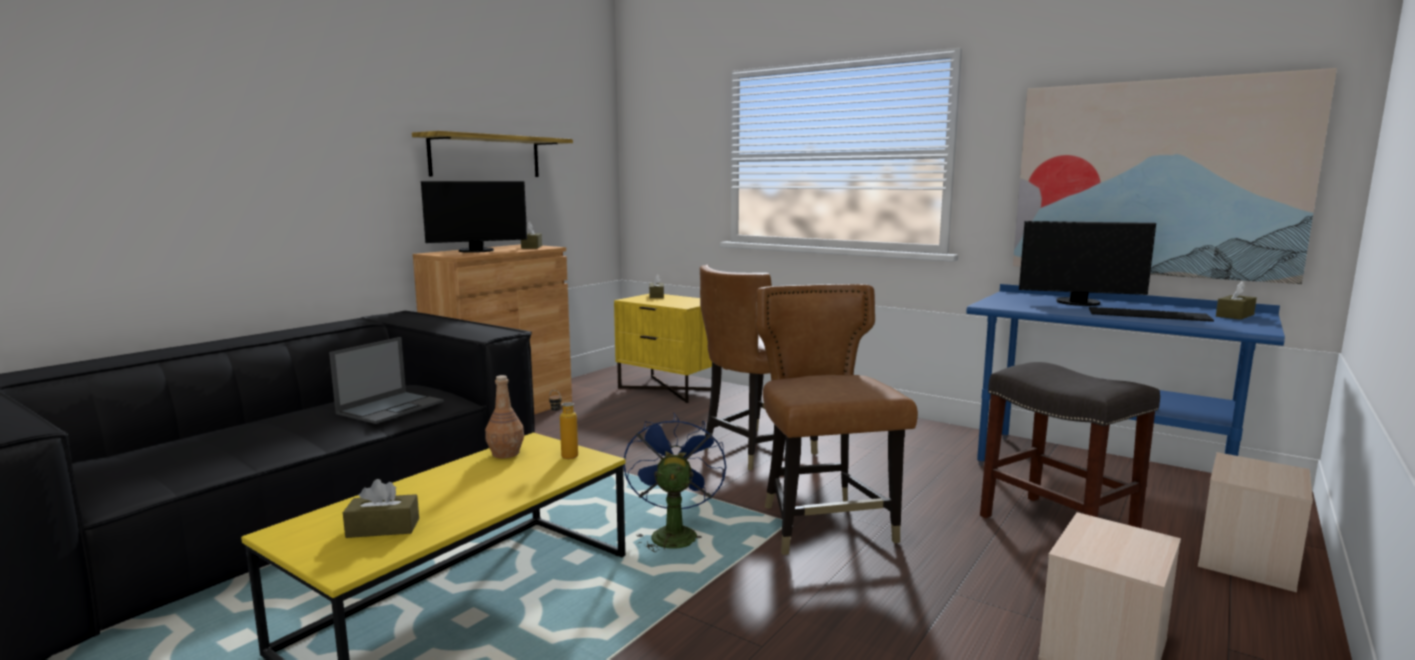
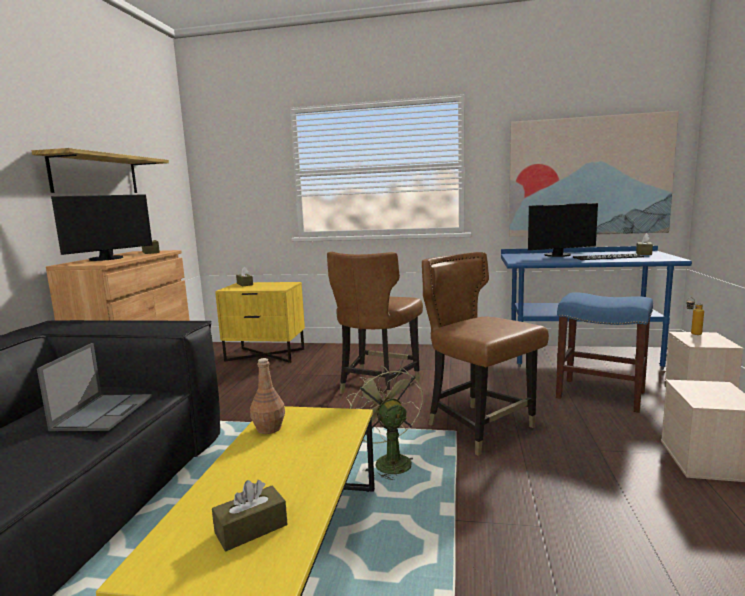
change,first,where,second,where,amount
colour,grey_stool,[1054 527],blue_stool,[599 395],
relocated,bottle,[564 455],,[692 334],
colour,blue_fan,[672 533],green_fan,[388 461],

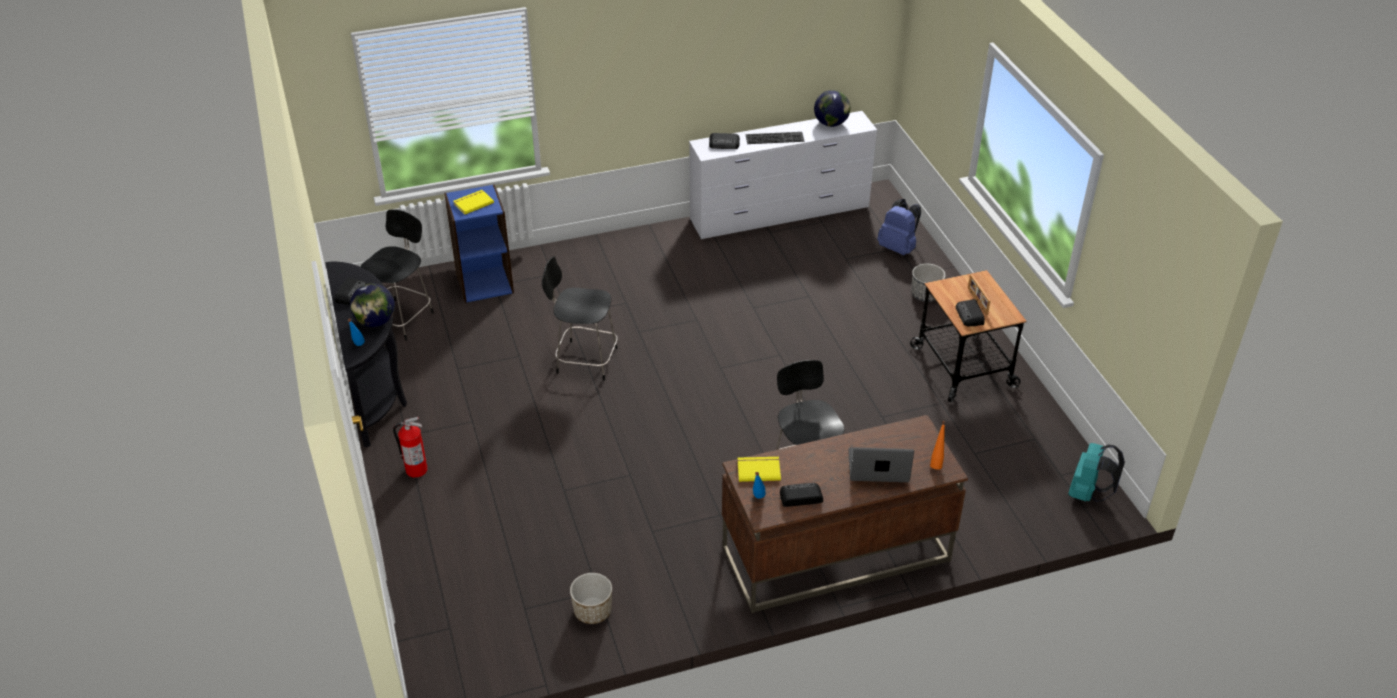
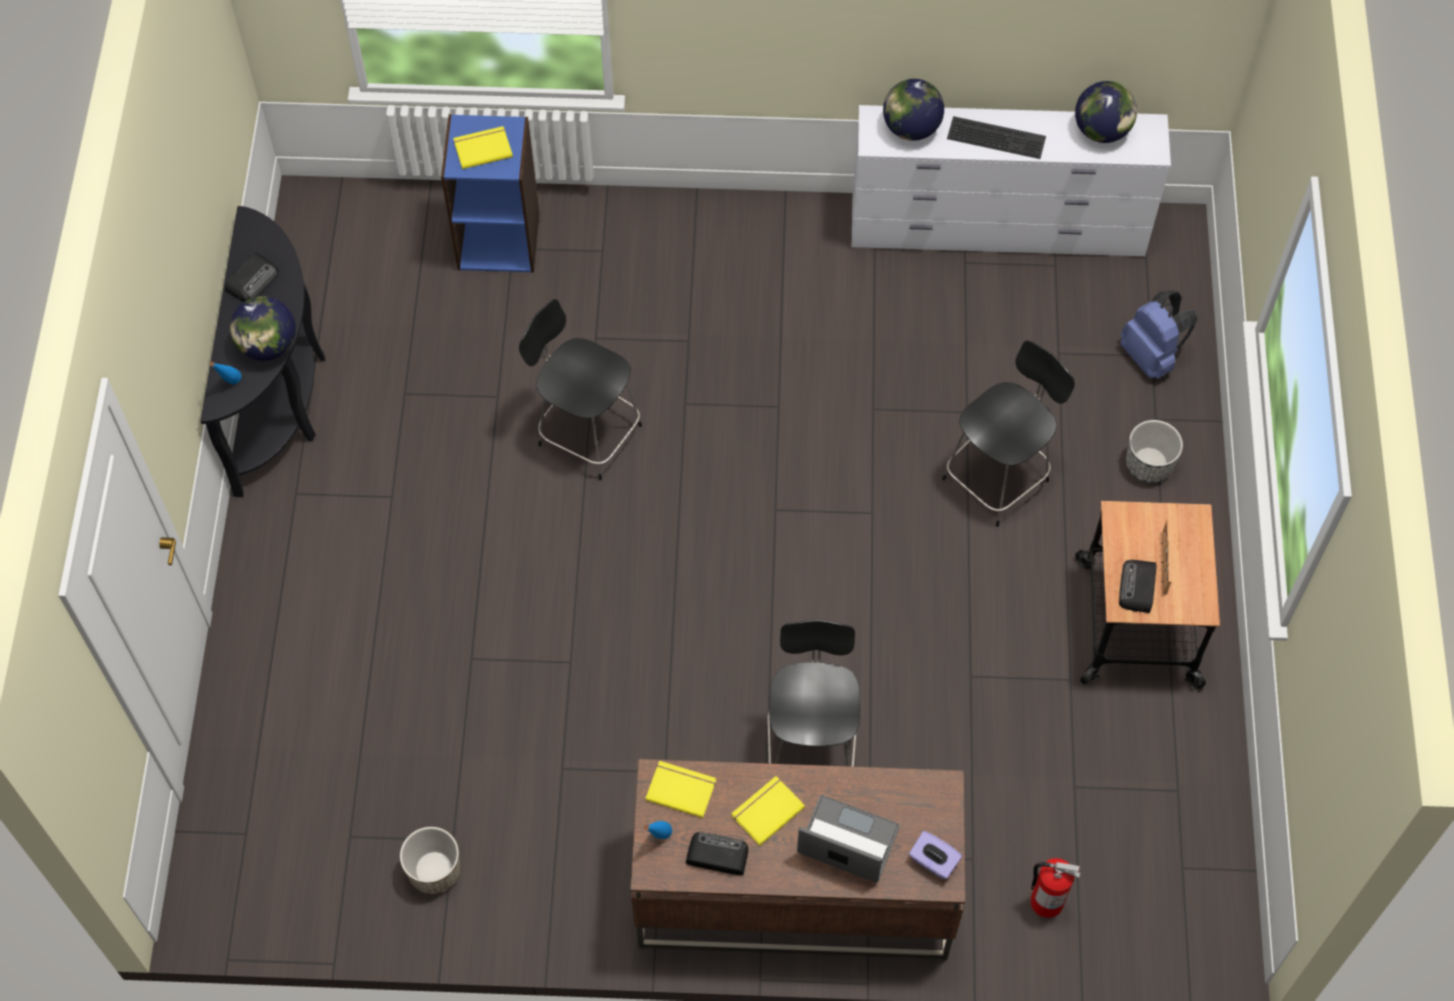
change,first,where,second,where,amount
exchanged,radio,[724 144],globe,[911 128],
relocated,black_chair,[402 318],,[998 477],
relocated,fire_extinguisher,[416 469],,[1046 901],
exchanged,orange_bottle,[936 463],purple_tissue_box,[933 862],
missing,turquoise_backpack,[1088 493],,,
appeared,,,yellow_book,[766 810],

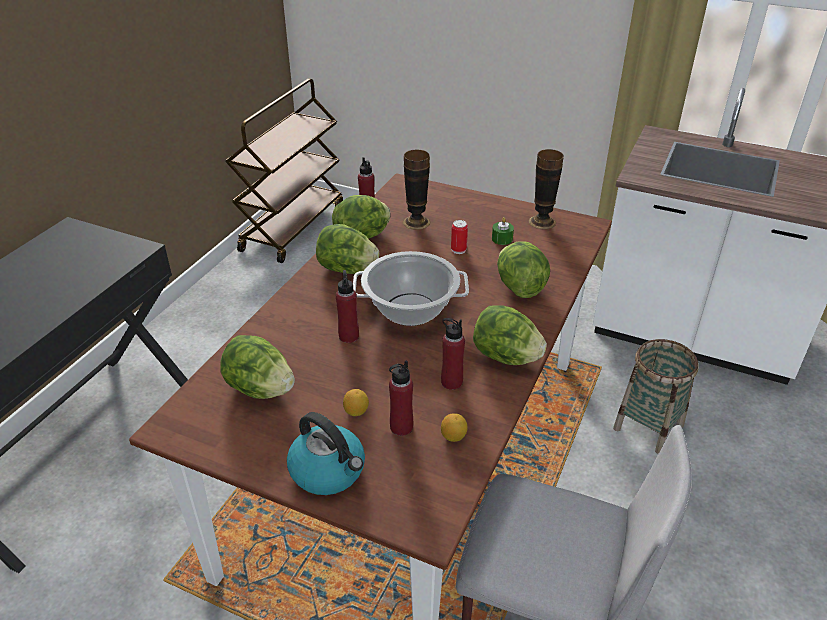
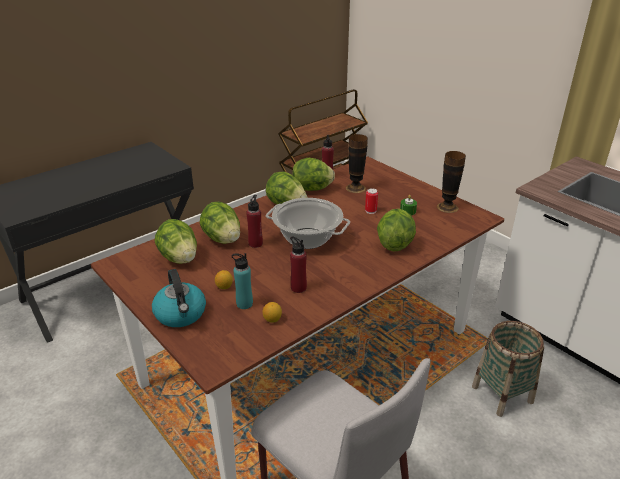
change,first,where,second,where,amount
relocated,lettuce,[506 357],,[222 239],
colour,red_bottle,[401 427],turquoise_bottle,[244 304],

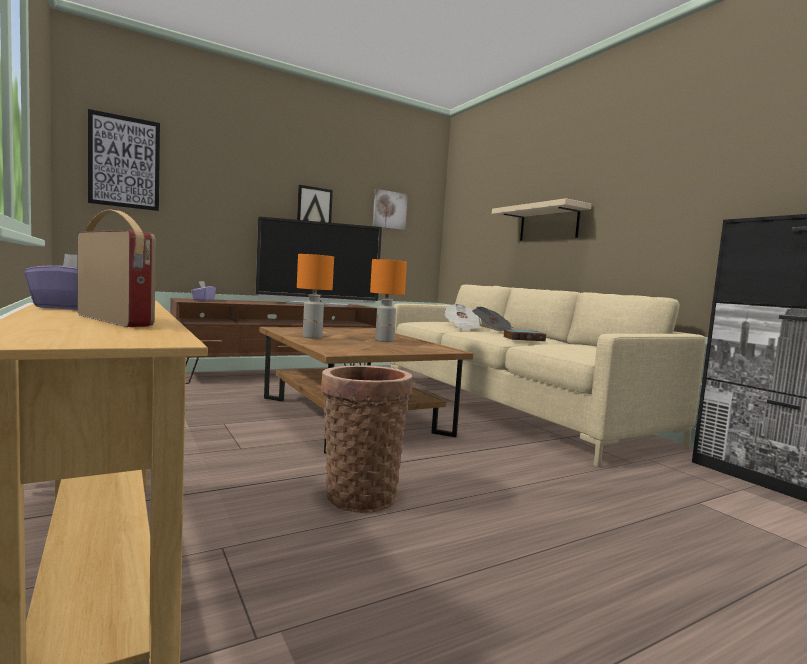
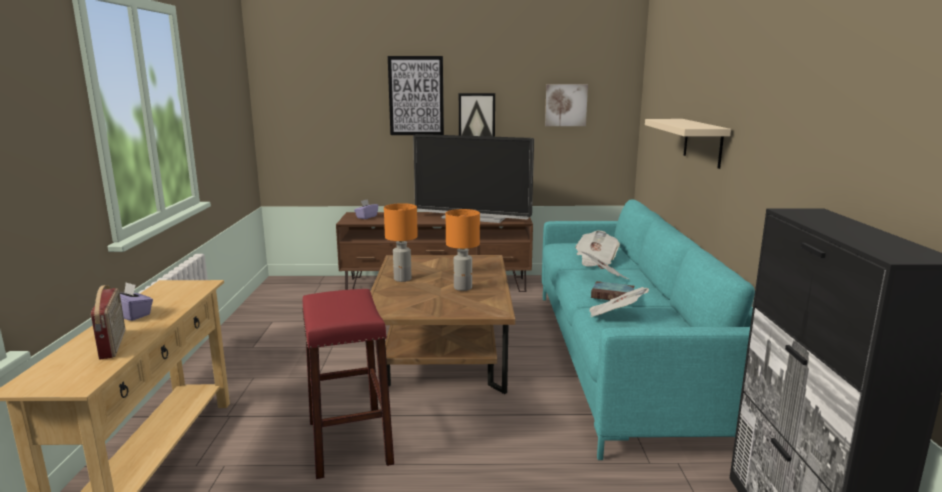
change,first,where,second,where,amount
relocated,picture,[124 162],,[416 96],
colour,beige_sofa,[508 406],turquoise_sofa,[623 358],
exchanged,basket,[360 494],red_stool,[349 442],
appeared,,,newspaper,[615 316],

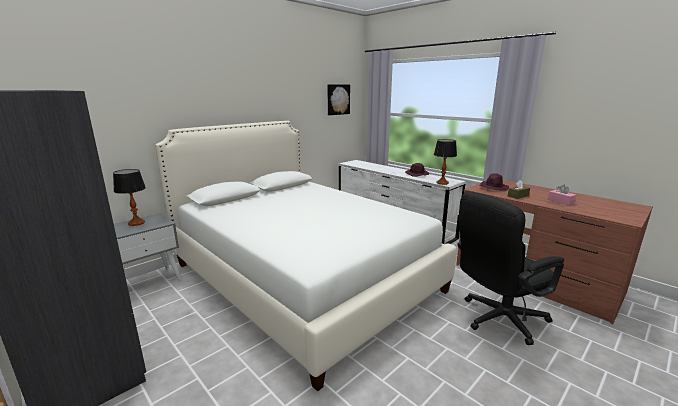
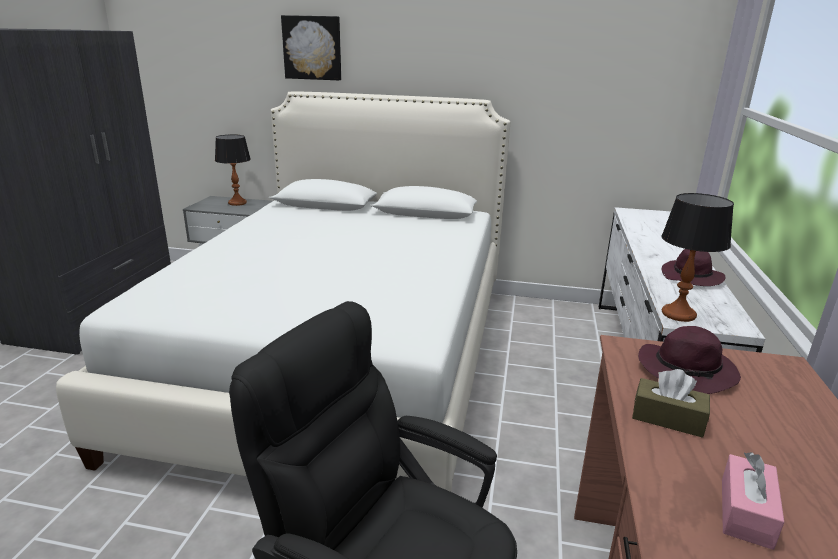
change,first,where,second,where,amount
relocated,picture,[337 99],,[312 48],

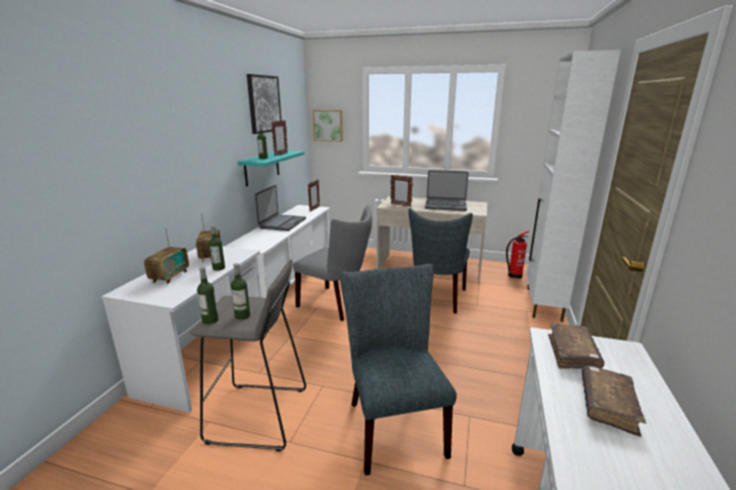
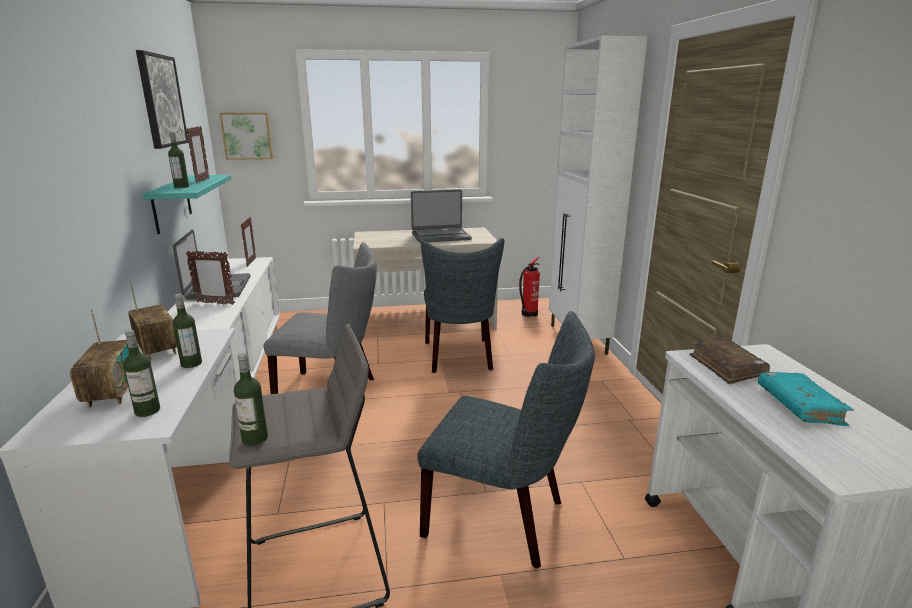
change,first,where,second,where,amount
relocated,picture_frame,[400 205],,[215 303],
relocated,bottle,[242 316],,[147 411],
spun,grey_chair,[392 423],,[503 518],150 degrees clockwise
colour,brown_book,[607 405],turquoise_book,[799 407],

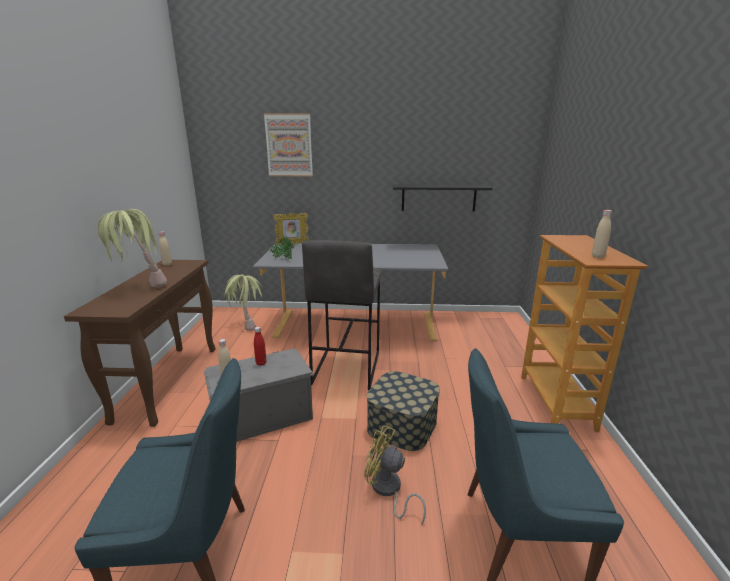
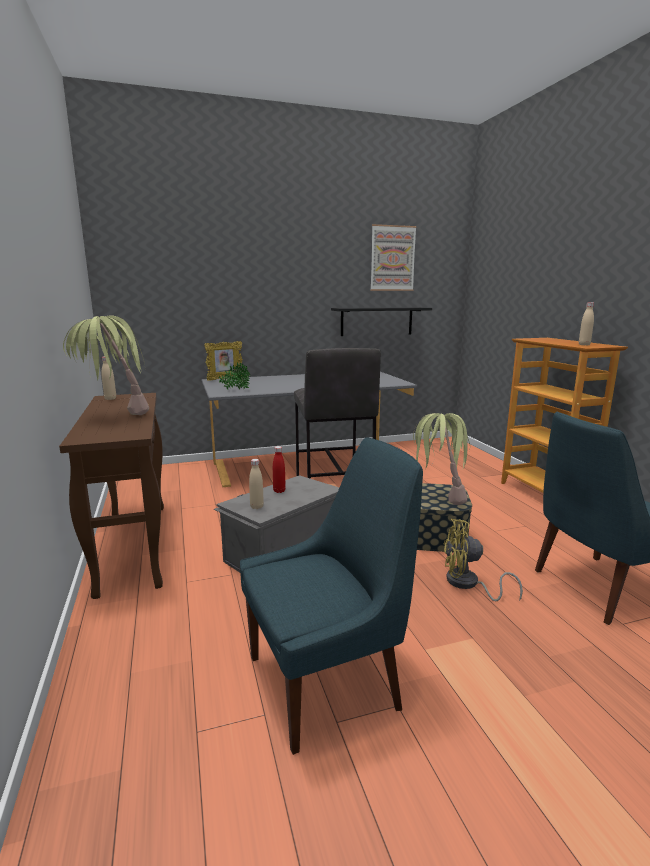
change,first,where,second,where,amount
relocated,picture,[289 145],,[392 258],
relocated,potted_plant,[247 325],,[437 498],

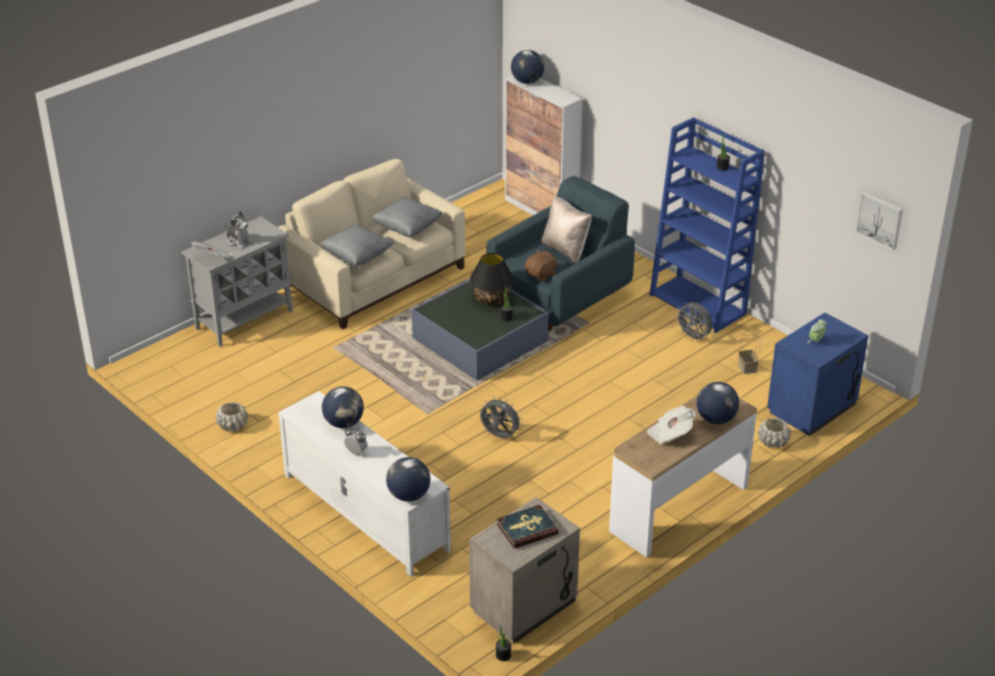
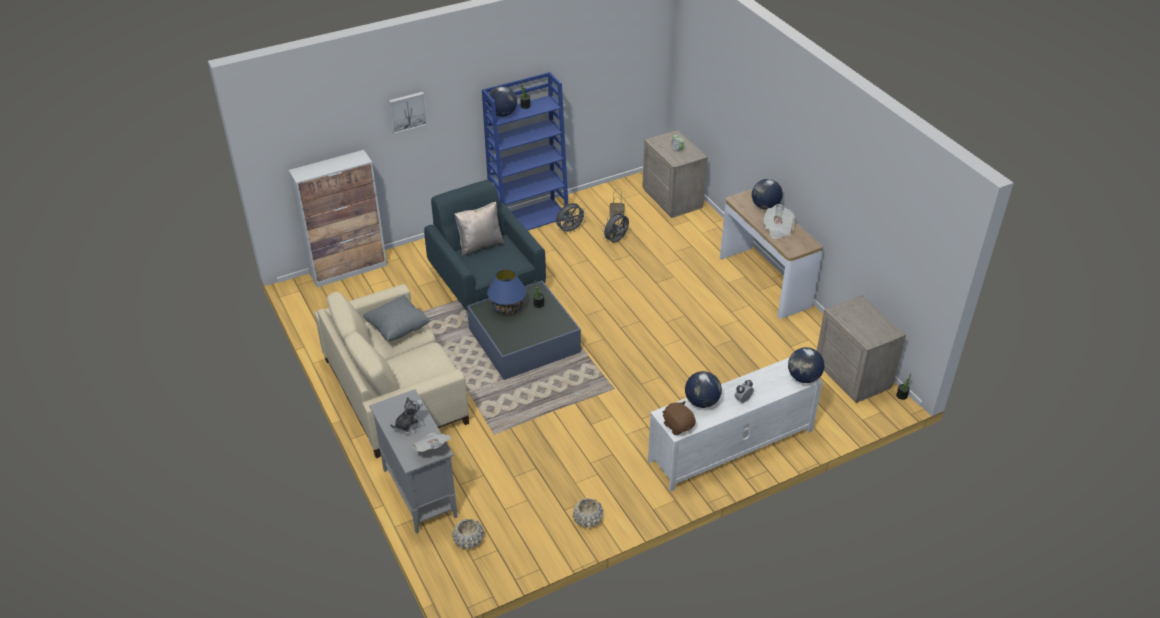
change,first,where,second,where,amount
relocated,globe,[527 81],,[502 114],
relocated,picture,[880 220],,[407 111],
missing,grey_pillow,[357 257],,,
relocated,brown_plush_toy,[541 275],,[678 425],
colour,black_table_lamp,[491 298],blue_table_lamp,[507 308],
colour,blue_nightstand,[813 408],beige_nightstand,[673 199],
relocated,grey_fan,[499 436],,[616 241],
relocated,beige_planter,[773 442],,[468 541],
missing,book,[527 529],,,

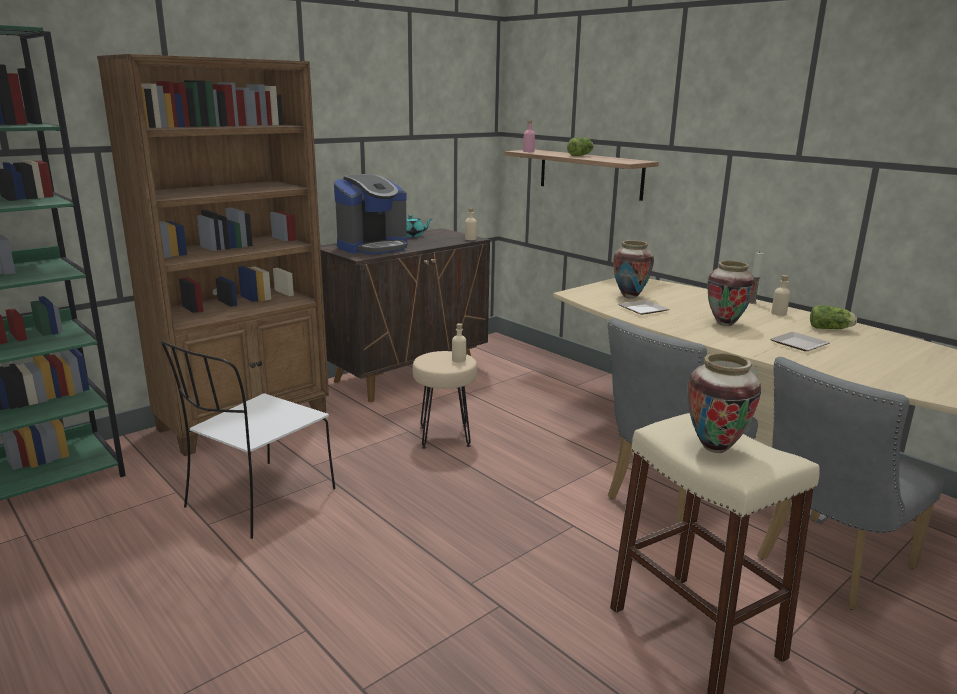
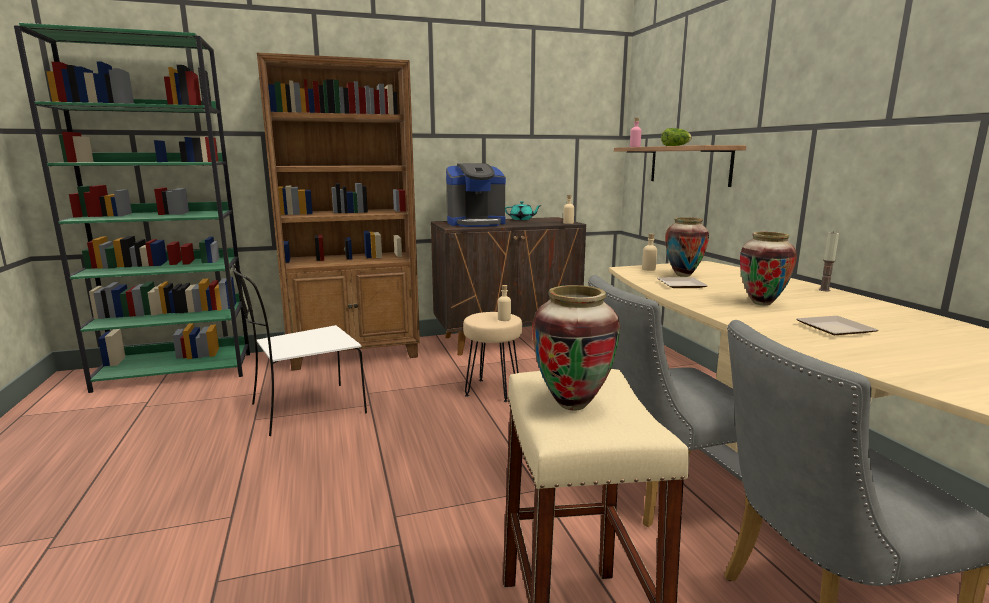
change,first,where,second,where,amount
relocated,beige_bottle,[778 313],,[648 269],
missing,lettuce,[831 329],,,

